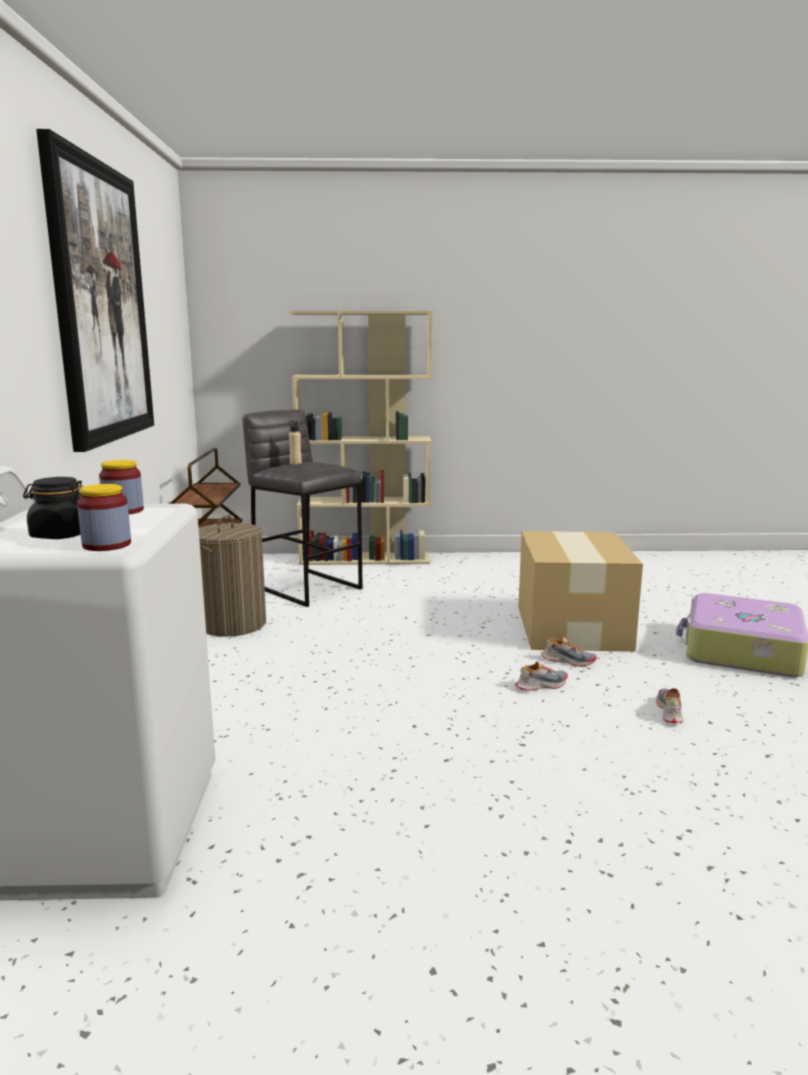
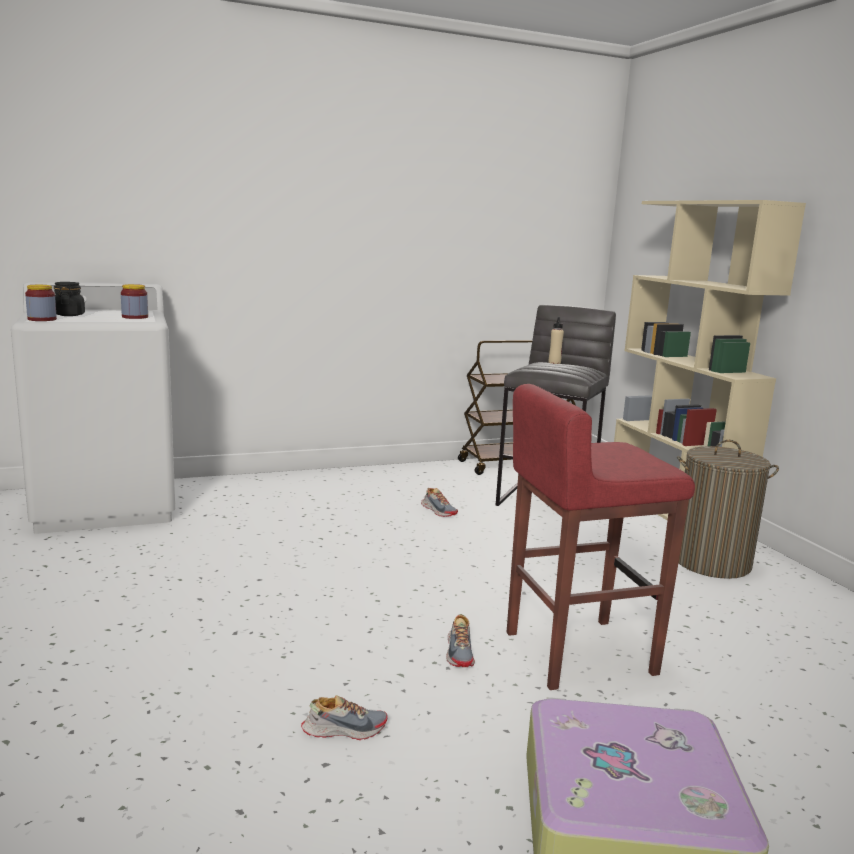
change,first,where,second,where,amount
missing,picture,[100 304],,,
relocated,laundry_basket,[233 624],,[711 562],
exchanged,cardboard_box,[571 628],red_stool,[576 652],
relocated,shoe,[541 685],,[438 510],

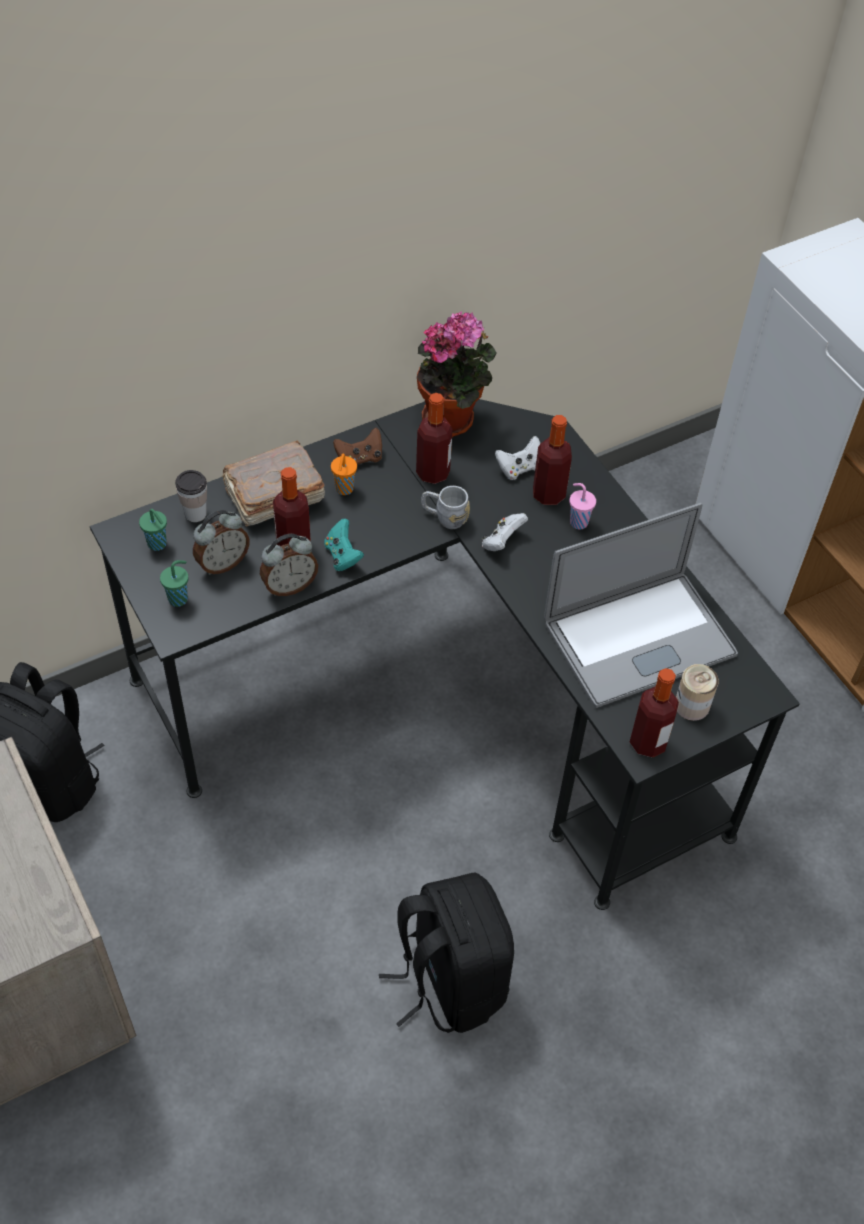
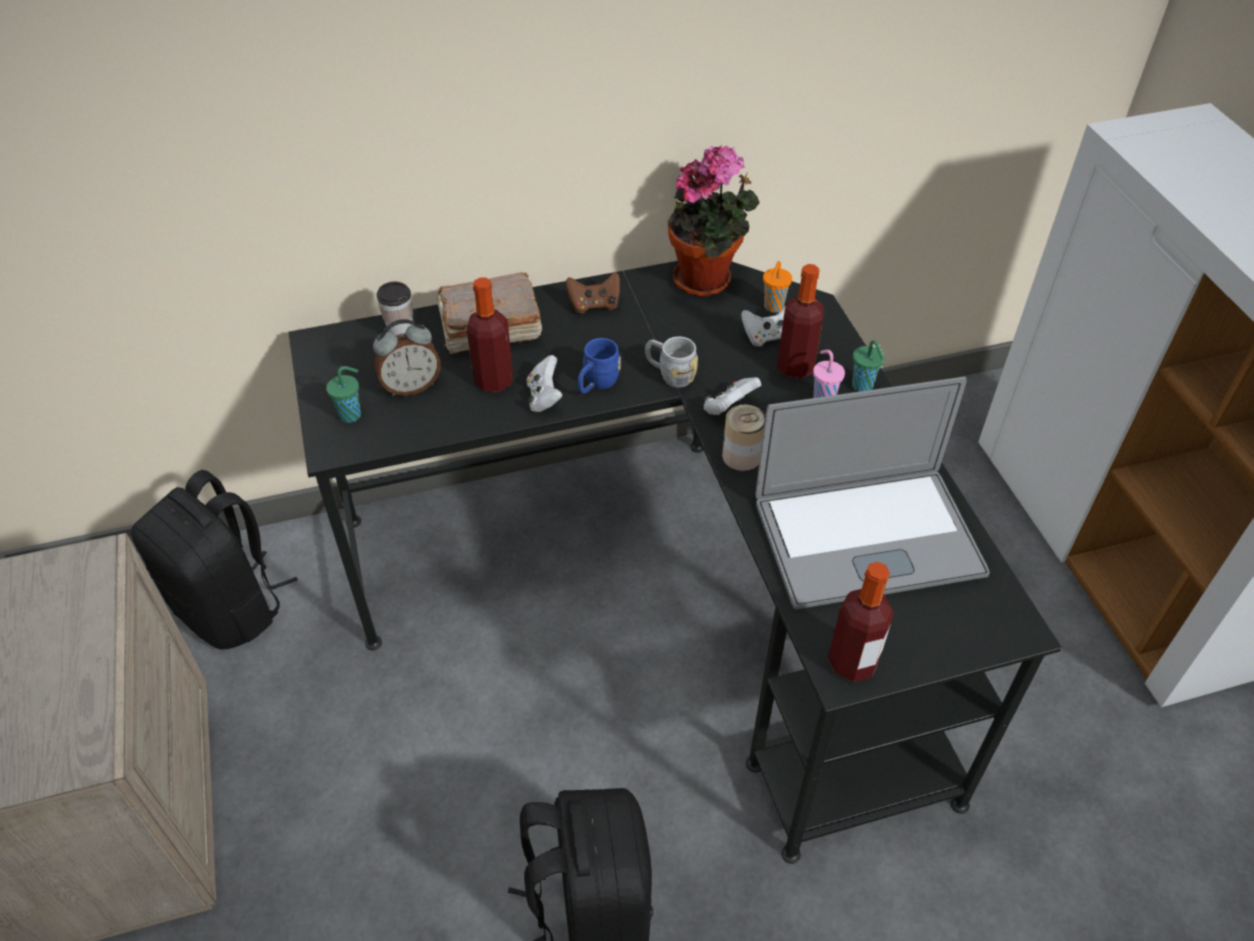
change,first,where,second,where,amount
missing,bottle,[433 473],,,
relocated,orange_cup,[344 490],,[773 307],
relocated,green_cup,[158 544],,[863 386],
colour,turquoise_game_controller,[342 556],white_game_controller,[544 397],
missing,alarm_clock,[289 586],,,
relocated,can,[692 705],,[742 456],
appeared,,,blue_mug,[596 384],

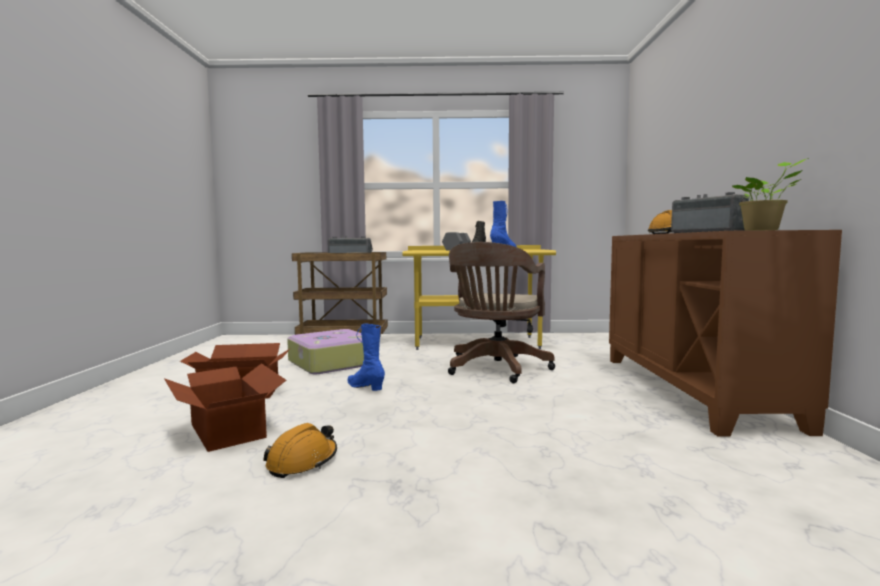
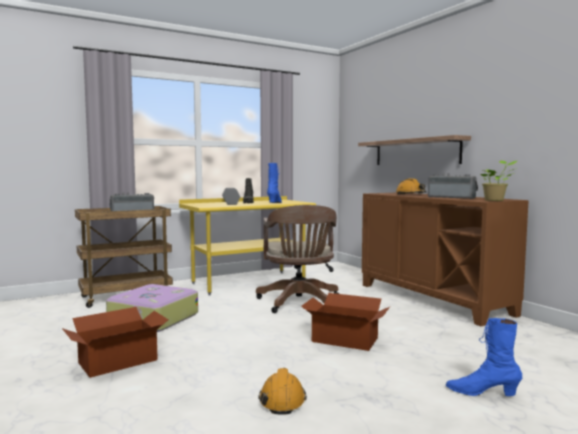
change,first,where,second,where,amount
relocated,blue_boot,[365 387],,[482 393],
relocated,cardboard_box,[226 431],,[345 340],
appeared,,,shelf,[415 152],

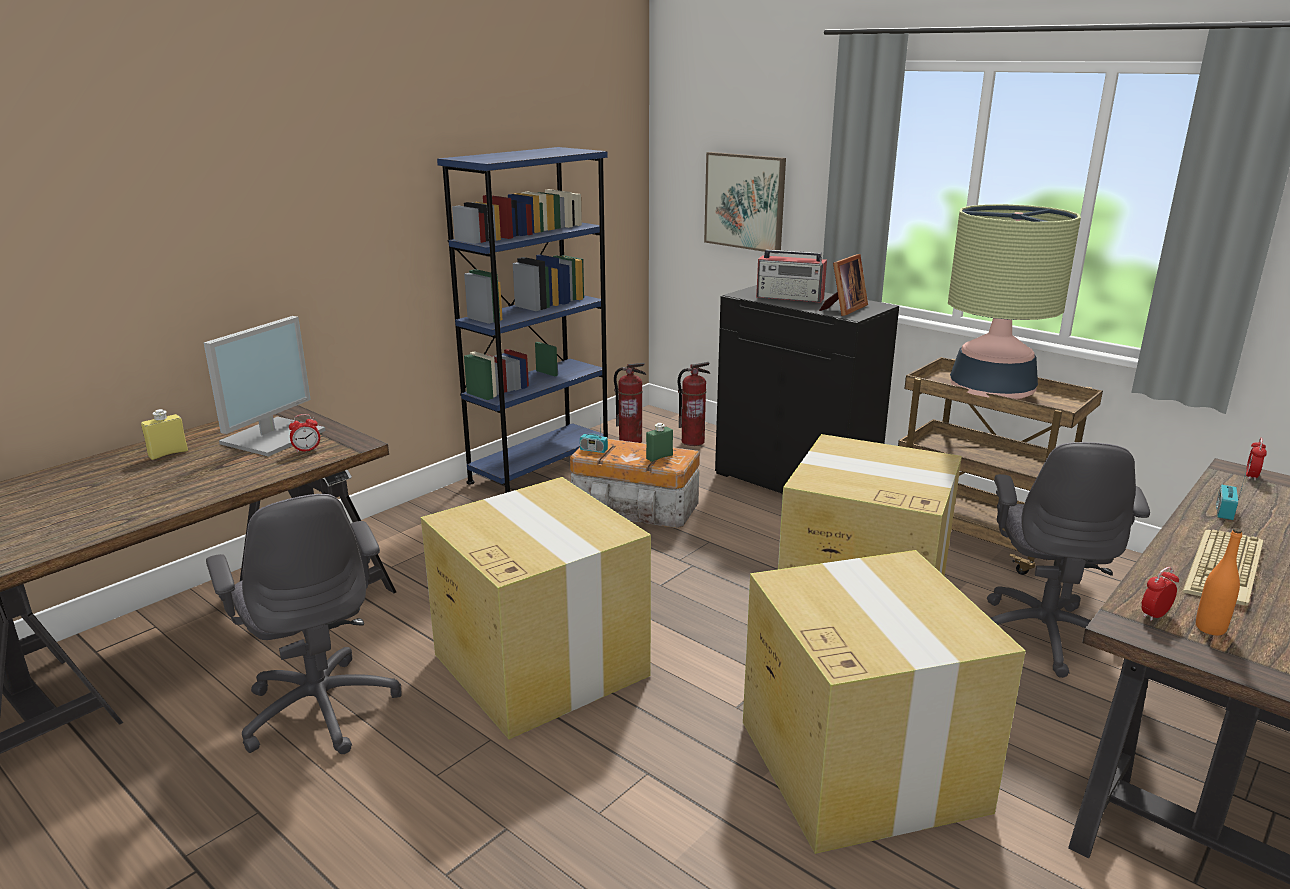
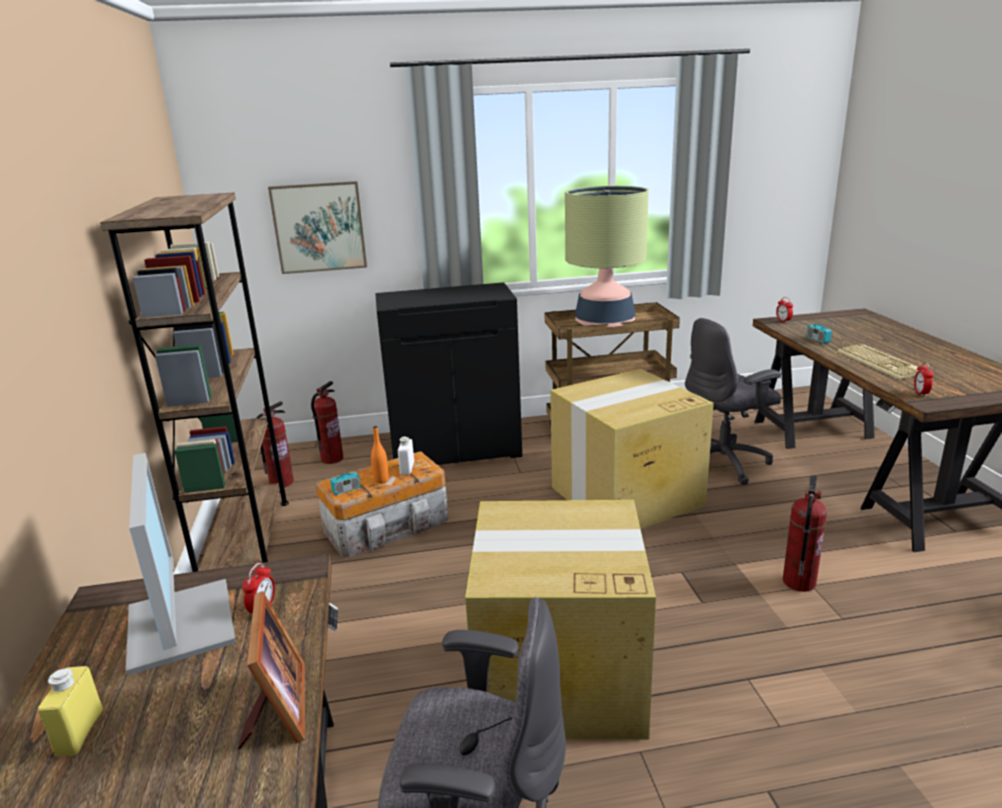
change,first,where,second,where,amount
colour,blue_bookcase,[540 469],brown_bookcase,[246 544],
missing,radio,[791 298],,,
relocated,picture_frame,[843 309],,[277 710],
colour,green_bottle,[659 457],white_bottle,[407 468],
spun,grey_office_chair,[1043 634],,[723 462],105 degrees clockwise
relocated,orange_bottle,[1210 628],,[381 480],
exchanged,cardboard_box,[859 763],fire_extinguisher,[798 582],

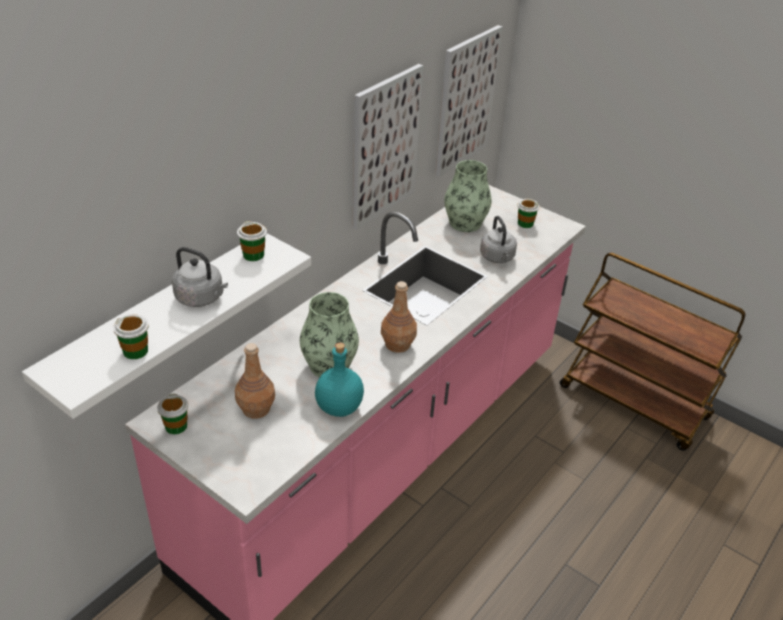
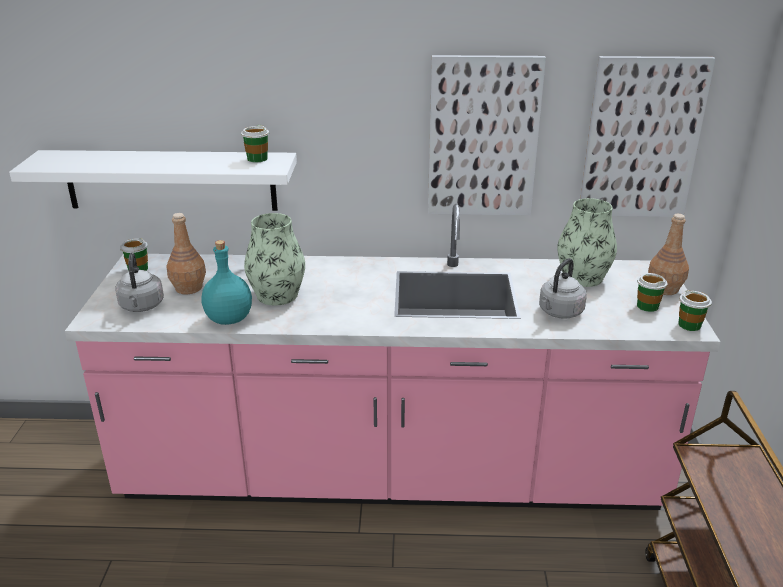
change,first,where,second,where,amount
relocated,grey_kettle,[201 298],,[141 307],
relocated,brown_bottle,[398 344],,[665 289],
relocated,cup,[136 351],,[689 325],

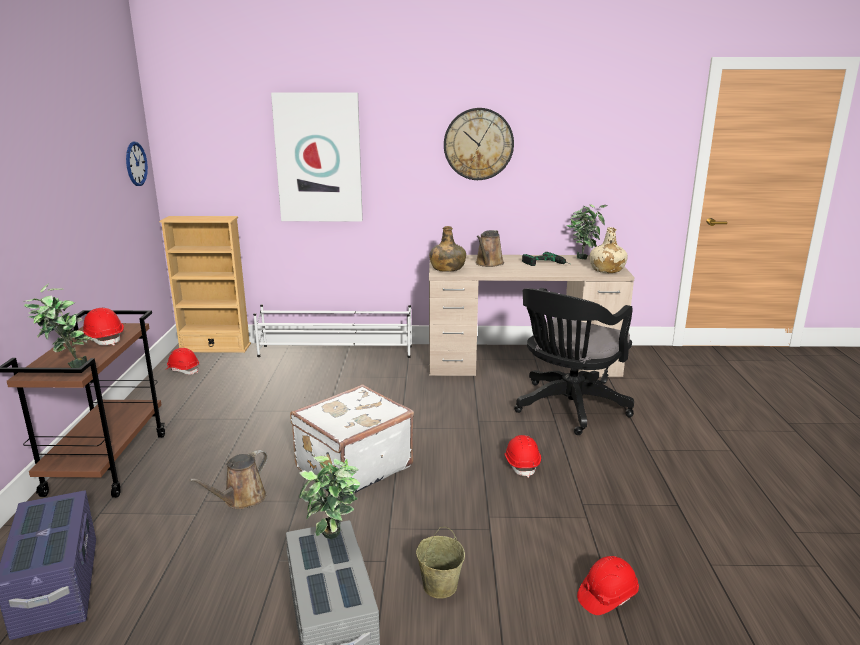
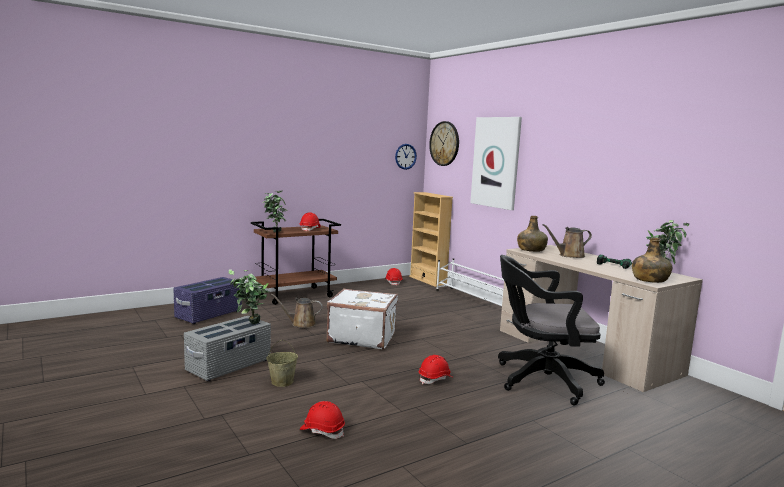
change,first,where,second,where,amount
relocated,wall_clock,[478 144],,[444 143],
colour,beige_bottle,[606 270],green_bottle,[649 280],

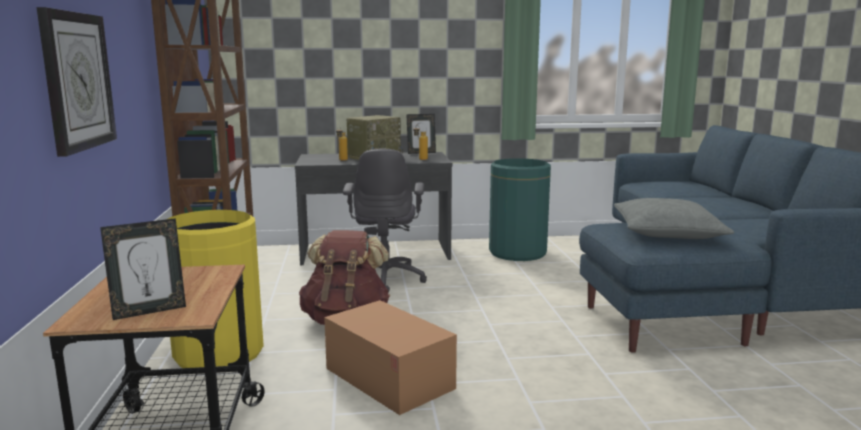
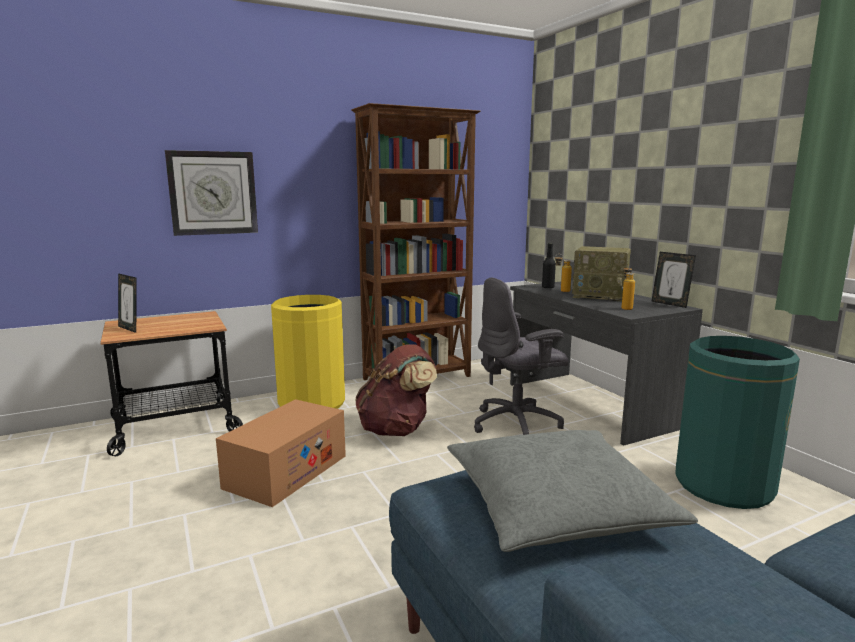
change,first,where,second,where,amount
appeared,,,black_bottle,[548 287],

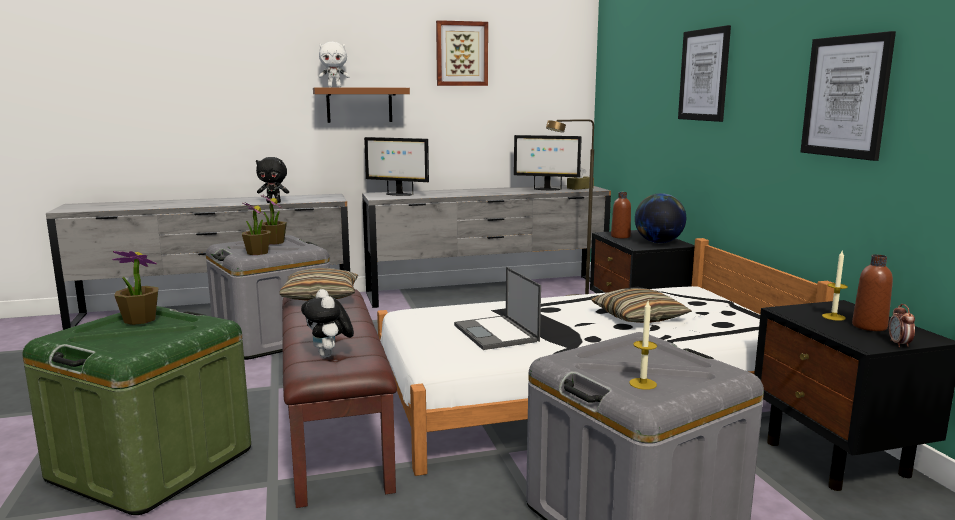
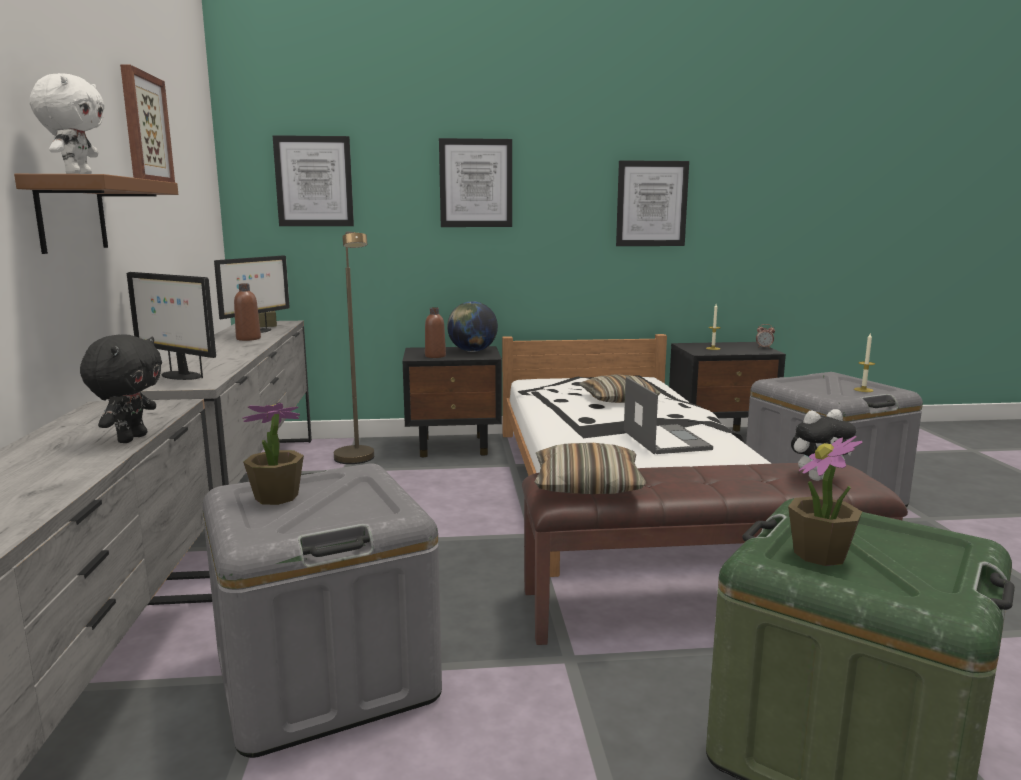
change,first,where,second,where,amount
spun,monitor,[398 194],,[180 376],90 degrees clockwise
missing,potted_plant,[257 253],,,
relocated,brown_bottle,[869 326],,[248 339],
spun,laptop,[496 333],,[665 440],90 degrees counterclockwise
appeared,,,picture,[314 181],

